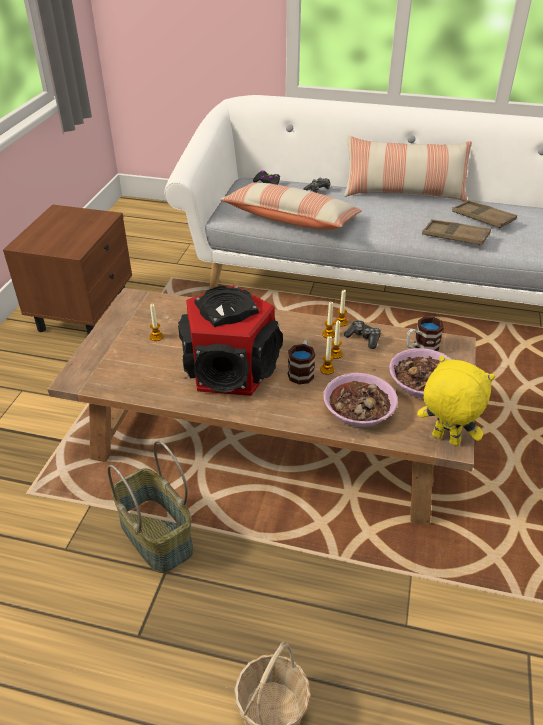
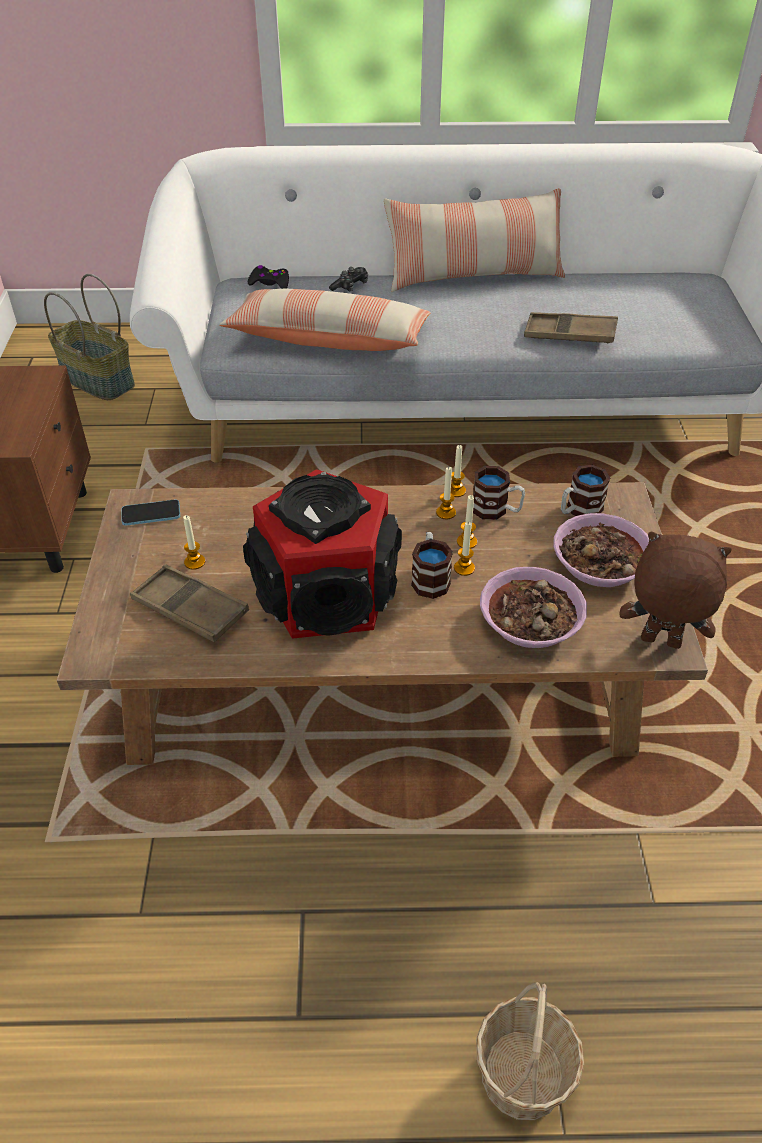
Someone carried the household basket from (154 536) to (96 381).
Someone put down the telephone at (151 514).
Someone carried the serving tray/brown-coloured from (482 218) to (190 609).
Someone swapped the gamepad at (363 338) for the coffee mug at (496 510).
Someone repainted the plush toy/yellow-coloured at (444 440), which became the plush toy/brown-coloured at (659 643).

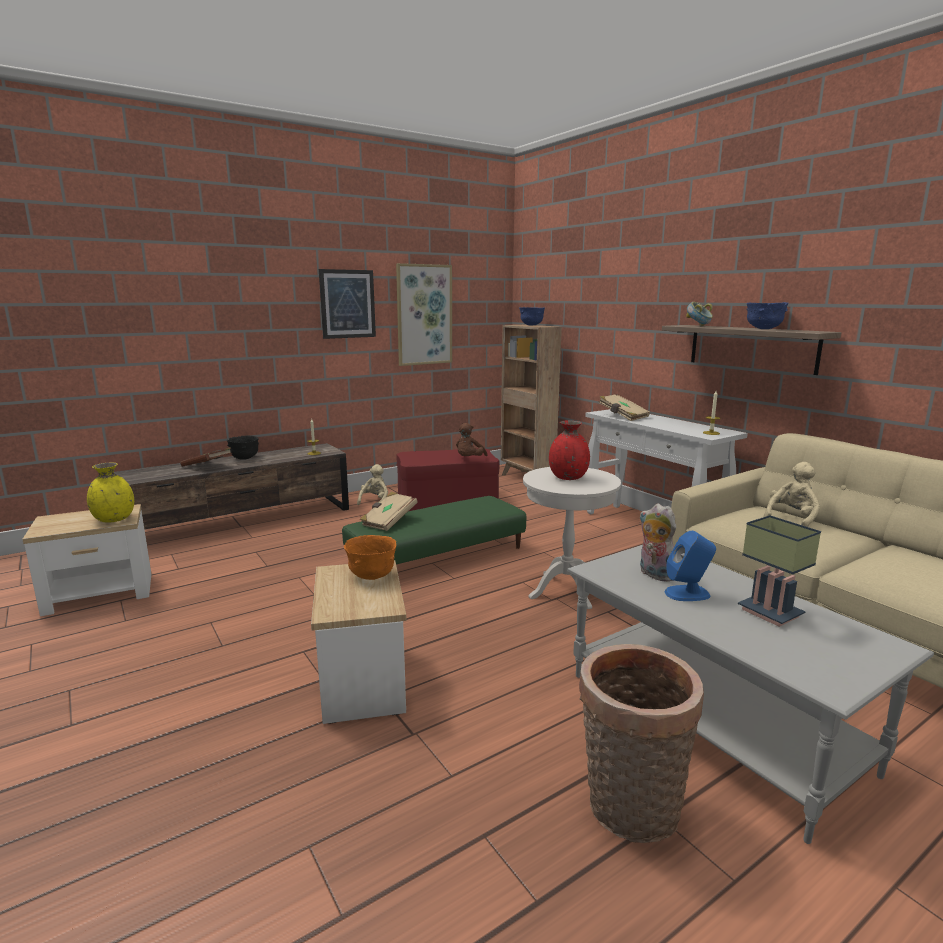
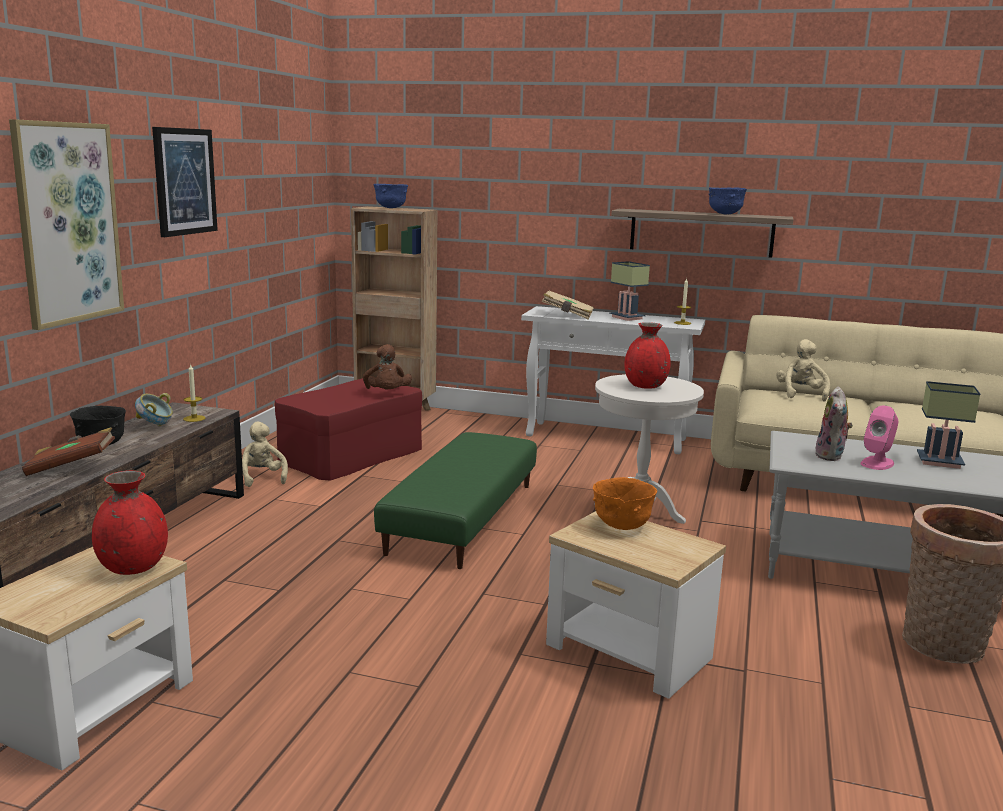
Someone carried the picture from (424 315) to (68 223).
Someone repainted the vase/yellow-coloured at (114 519), which became the vase/red-coloured at (133 567).
Someone carried the bowl from (698 326) to (155 426).
Someone put down the table lamp at (625 318).
Someone rotated the plush toy at (654 574) by 90 degrees counterclockwise.
Someone repainted the loudspeaker/blue-coloured at (687 593), which became the loudspeaker/pink-coloured at (877 463).
Someone took away the volume/sand-coloured at (388 521).

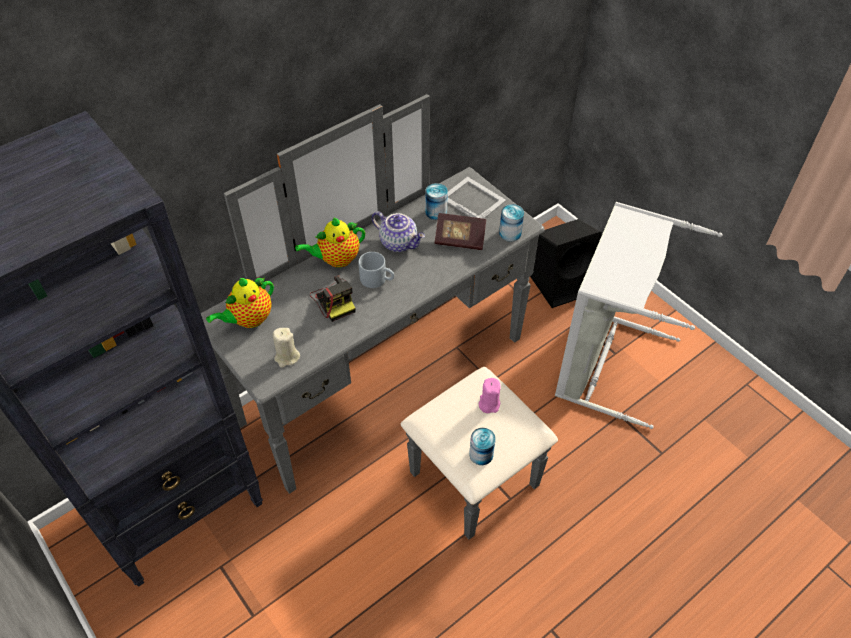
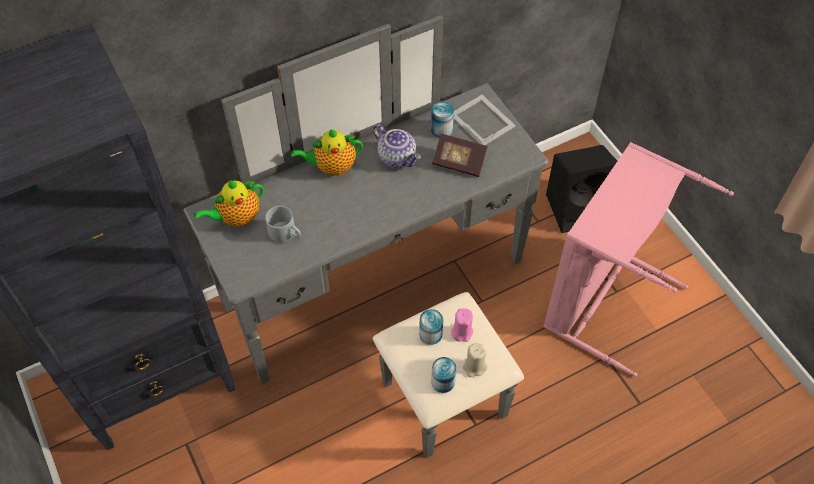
Someone carried the coffee mug/grey from (377 279) to (286 233).
Someone carried the sealed can from (510 233) to (430 334).
Someone carried the candle/sand-coloured from (287 357) to (474 367).
Someone repainted the laundry basket/grey at (603 362), which became the laundry basket/pink-coloured at (601 299).
Someone took away the still camera at (334 300).

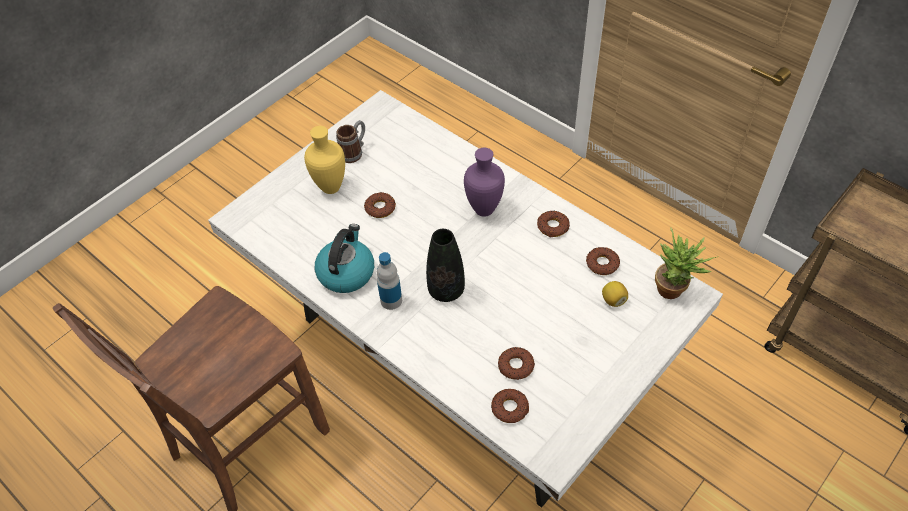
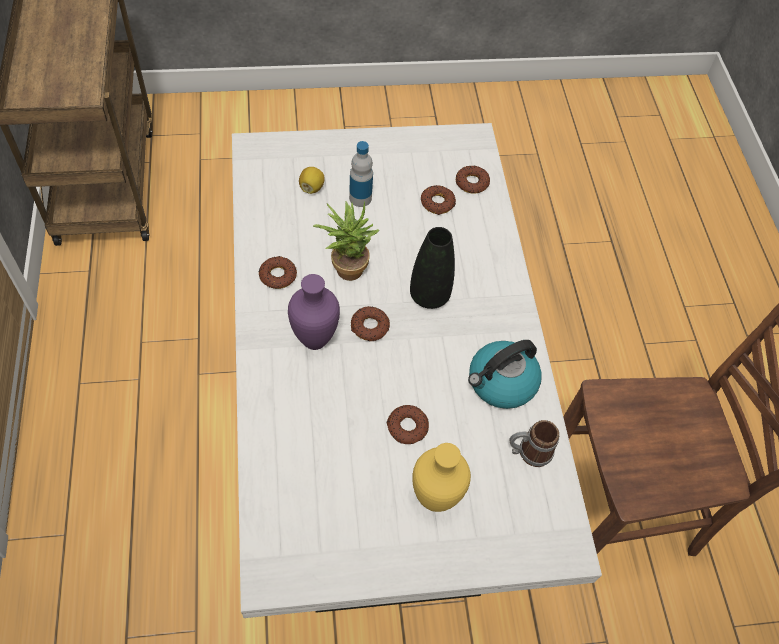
Someone carried the plant in a pot from (674 290) to (346 266).
Someone carried the drink bottle from (391 300) to (360 198).
Someone carried the donut from (602 264) to (369 327).
Someone carried the coffee mug from (354 152) to (528 452).

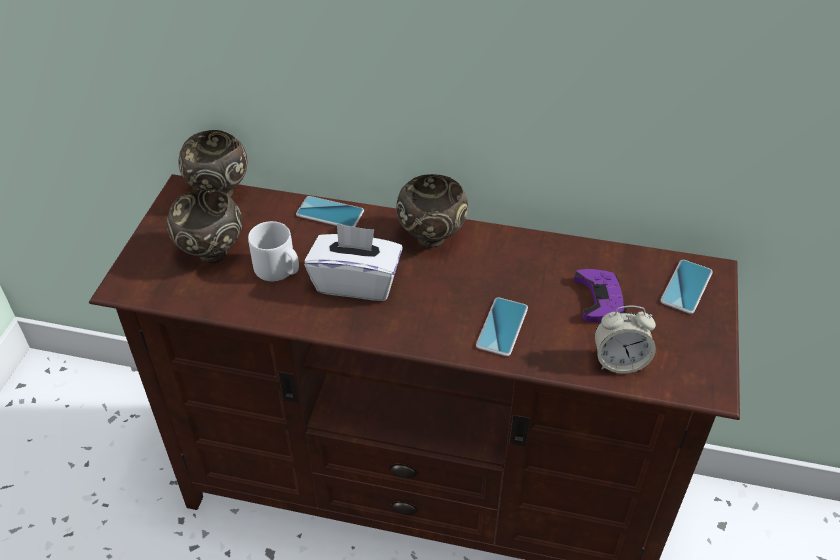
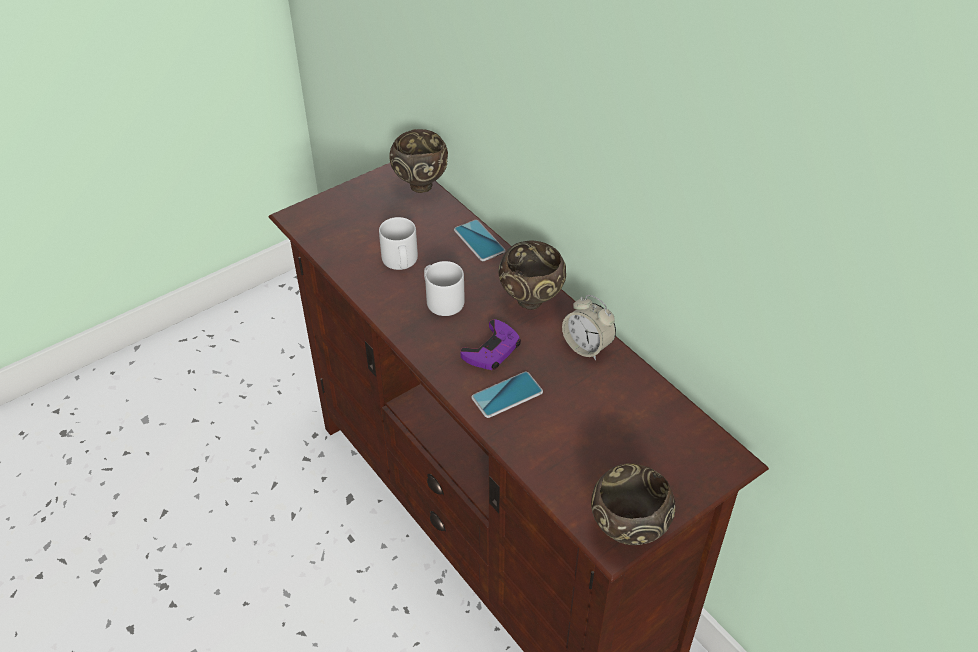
Someone swapped the tissue holder/whitish at (356 282) for the coffee mug/whitish at (442 300).
Someone carried the gamepad/purple-coloured from (599 299) to (492 350).
Someone carried the alarm clock from (619 361) to (587 347).
Someone carried the bowl/brown-coloured from (210 255) to (626 531).
Someone took away the telephone at (686 287).

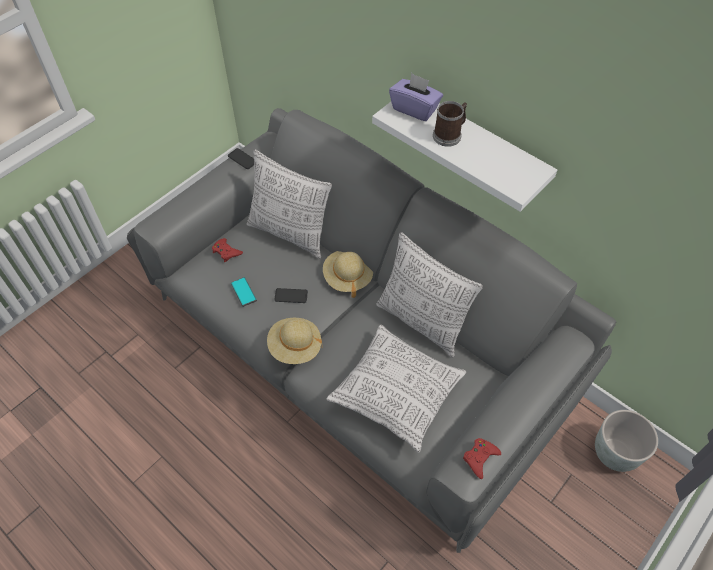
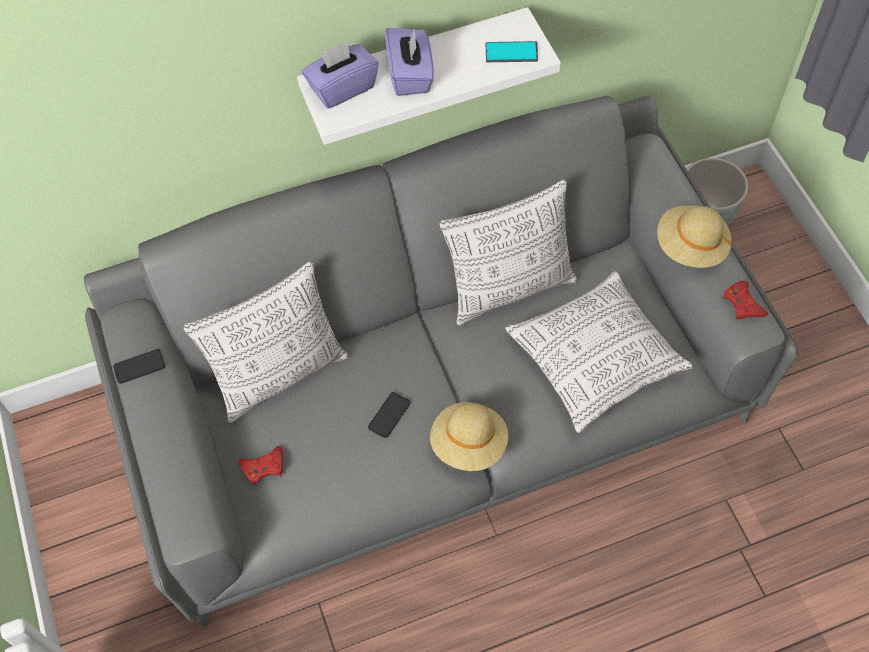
Someone swapped the coffee mug at (449 135) for the tissue holder/purple-coloured at (410 75).
Someone carried the telephone from (243 292) to (511 52).
Someone carried the clothing hat/sand-coloured from (347 277) to (690 247).

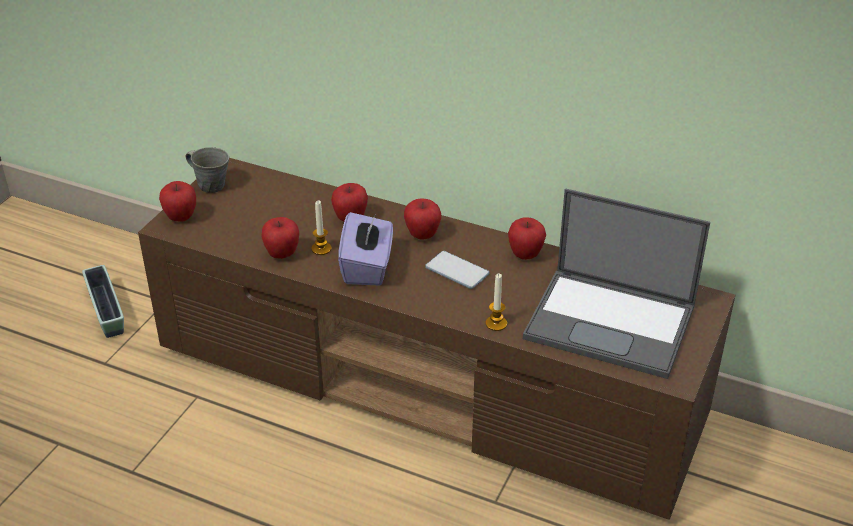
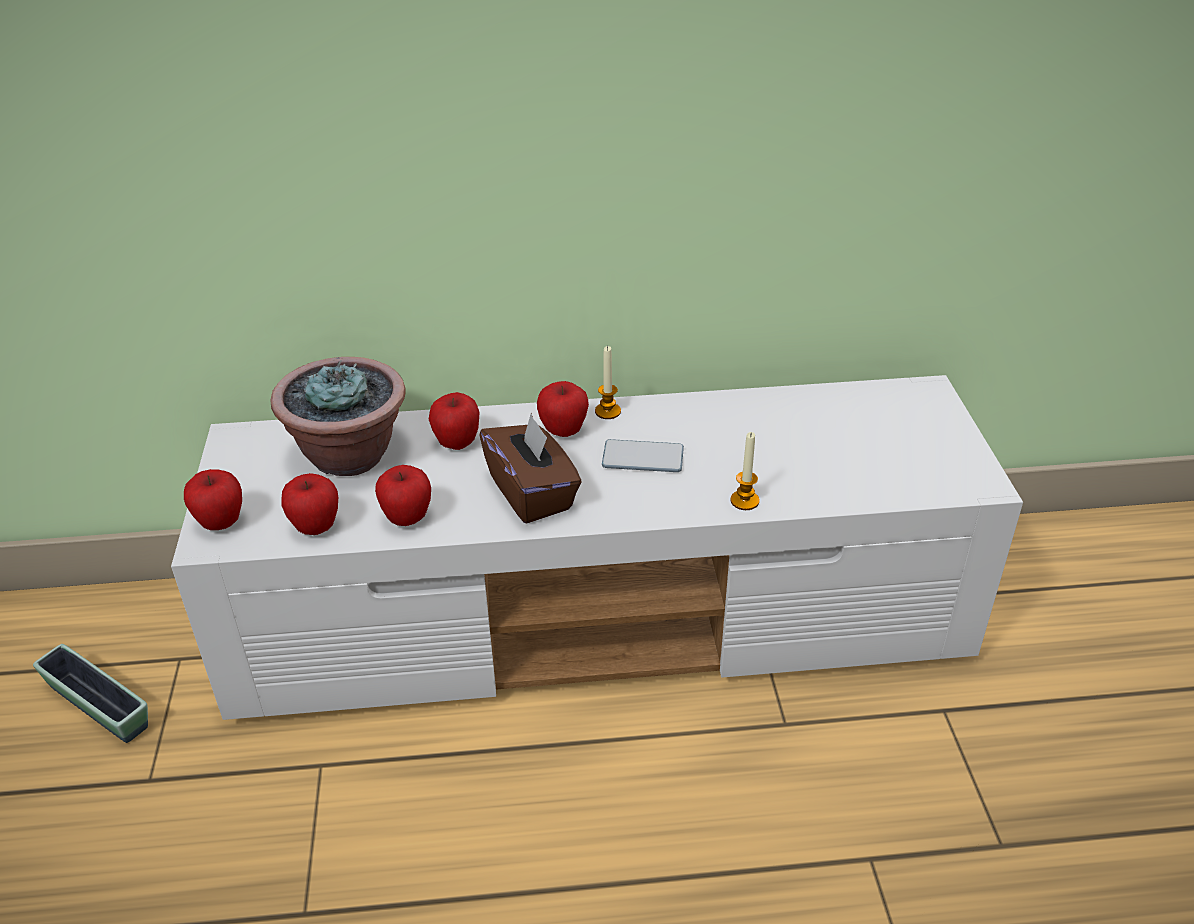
Someone repainted the tv unit/brown-coloured at (430 385), which became the tv unit/whitish at (603 620).
Someone put down the plant in a pot at (349 455).
Someone carried the apple fruit from (525 255) to (316 527).
Someone repainted the tissue holder/purple-coloured at (367 267), which became the tissue holder/brown-coloured at (532 493).
Someone carried the candle from (321 249) to (607 411).
Someone took away the coffee mug/grey at (210 184).
Someone took away the notebook computer at (612 322).

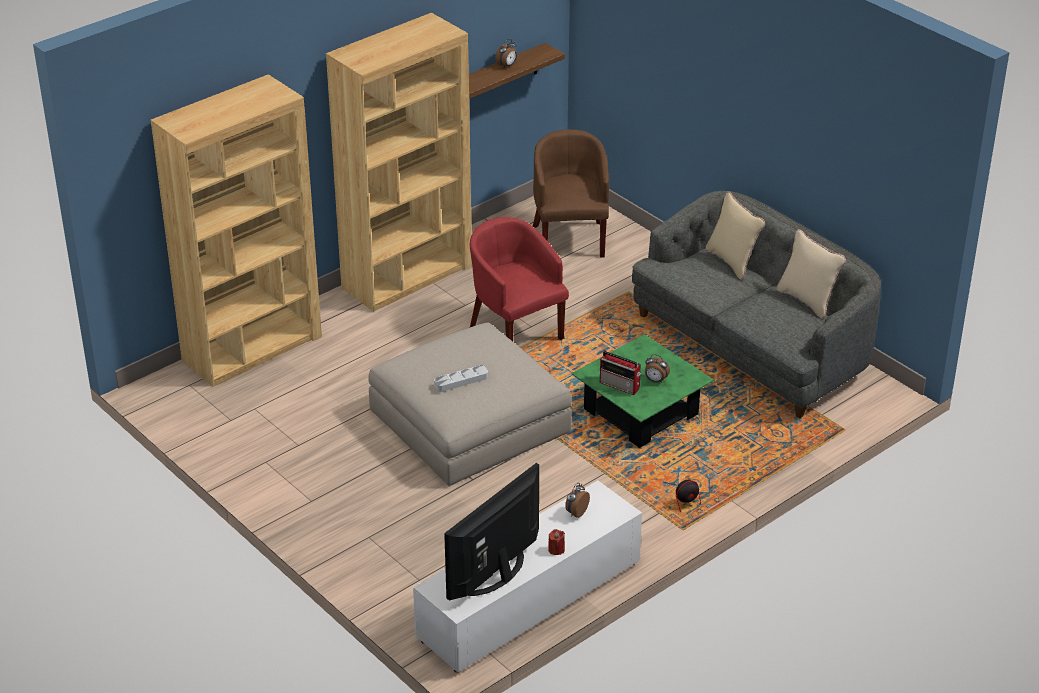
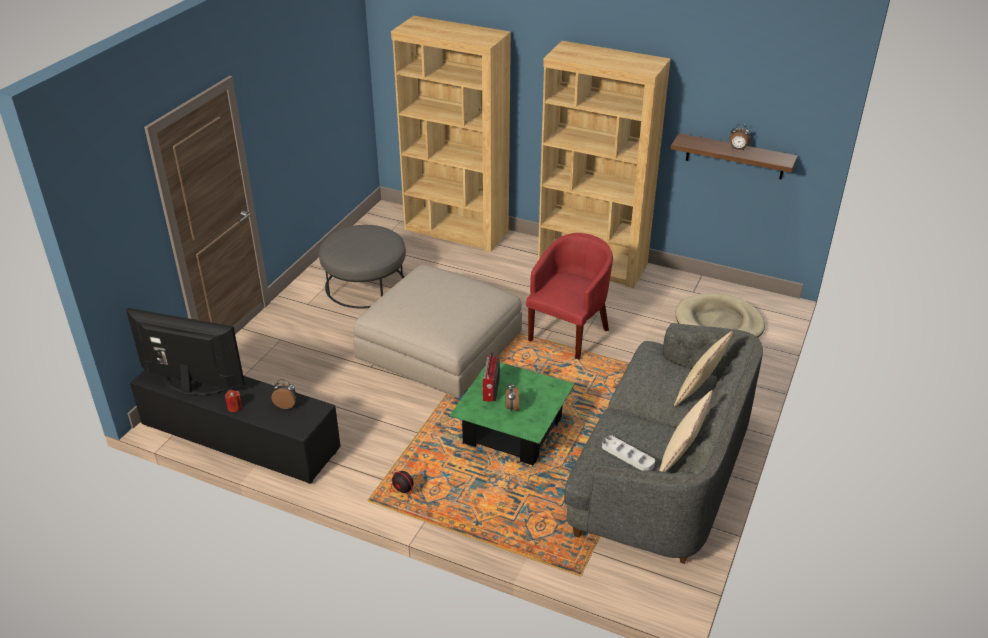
Someone repainted the tv unit/whitish at (529 602), which became the tv unit/black at (238 438).
Someone put down the footrest/grey at (365 284).
Someone carried the serving tray/grey from (461 381) to (627 456).
Someone swapped the lounge chair/brown-coloured at (570 238) for the dog cushion/sand-coloured at (718 323).

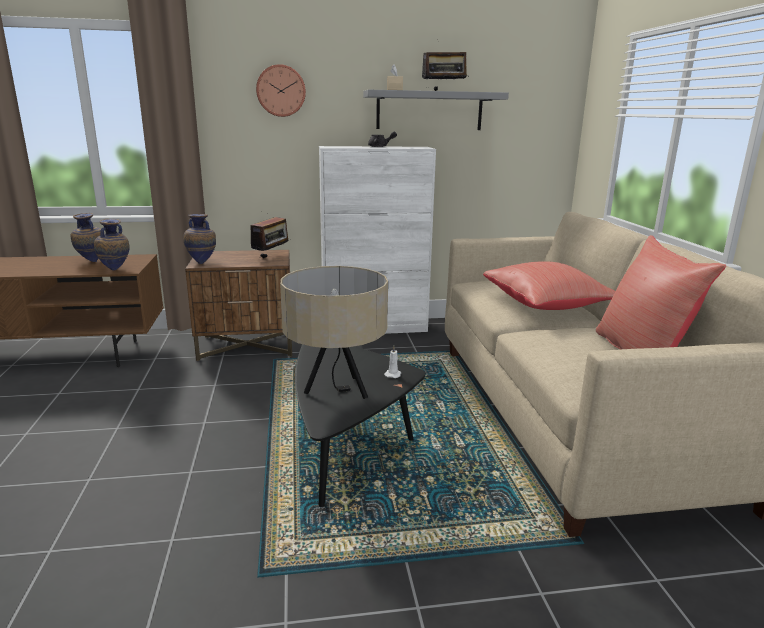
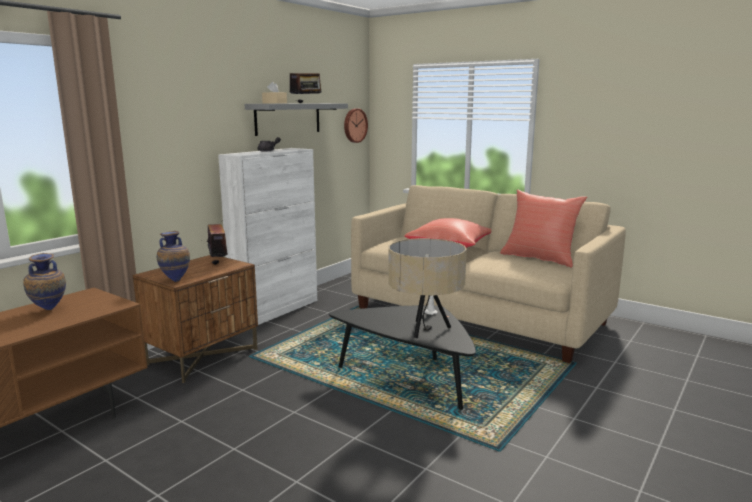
Someone carried the clock on the wall from (281 91) to (354 125).
Someone took away the vase at (115 270).

